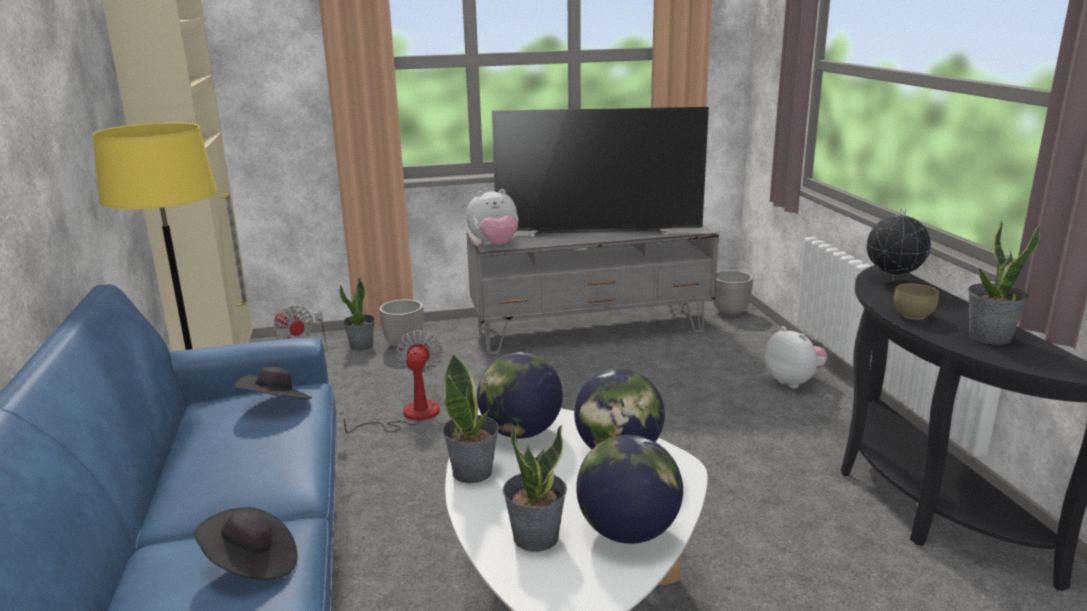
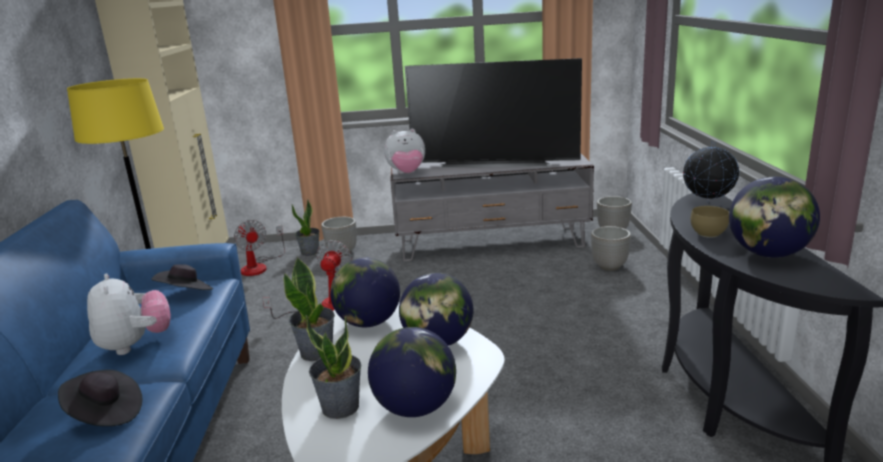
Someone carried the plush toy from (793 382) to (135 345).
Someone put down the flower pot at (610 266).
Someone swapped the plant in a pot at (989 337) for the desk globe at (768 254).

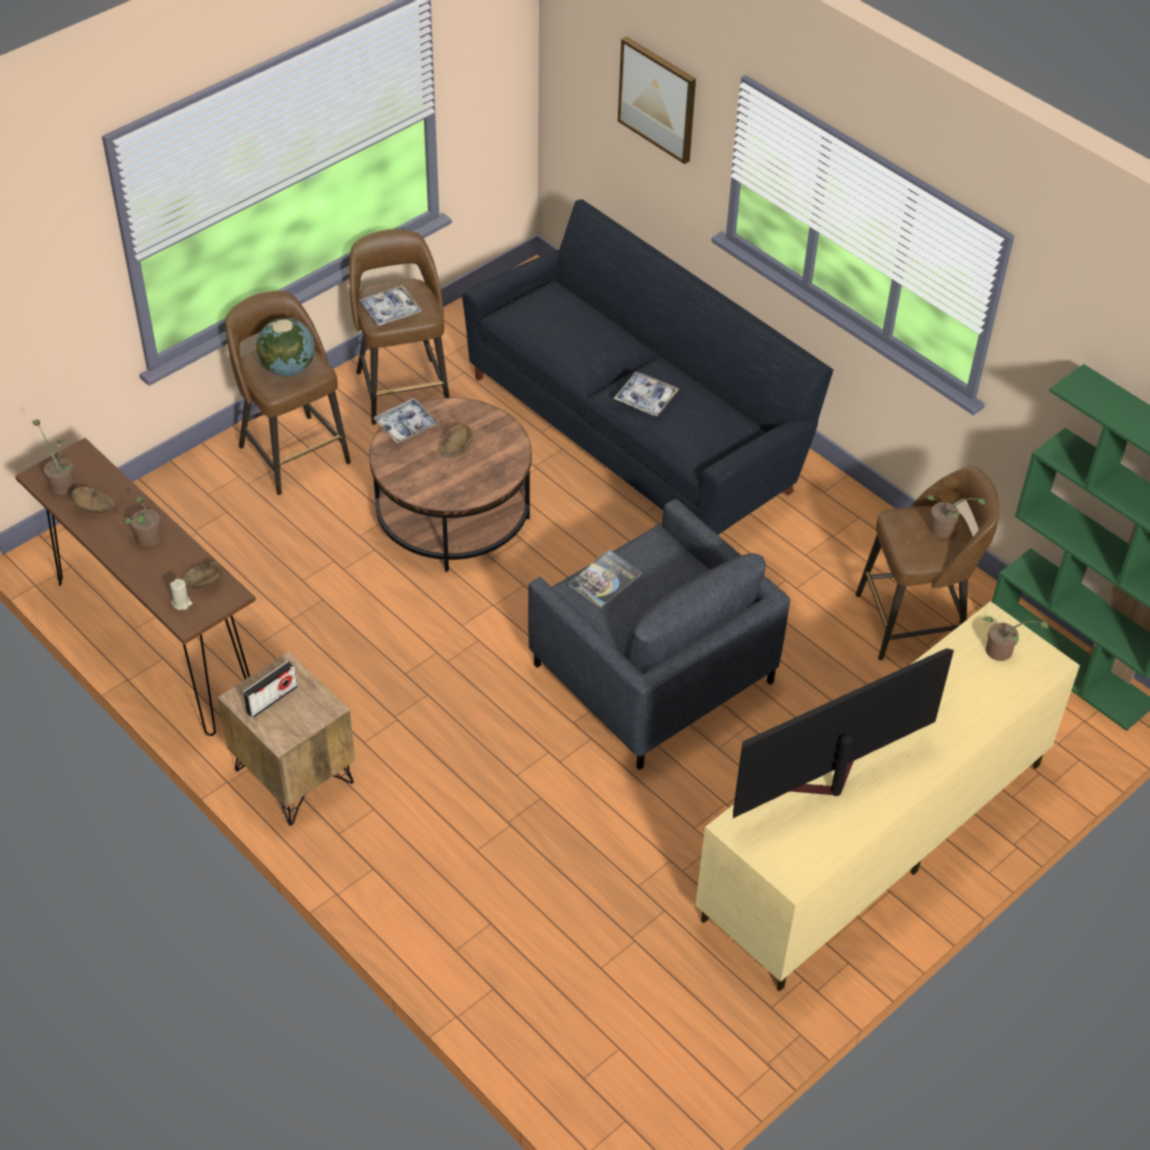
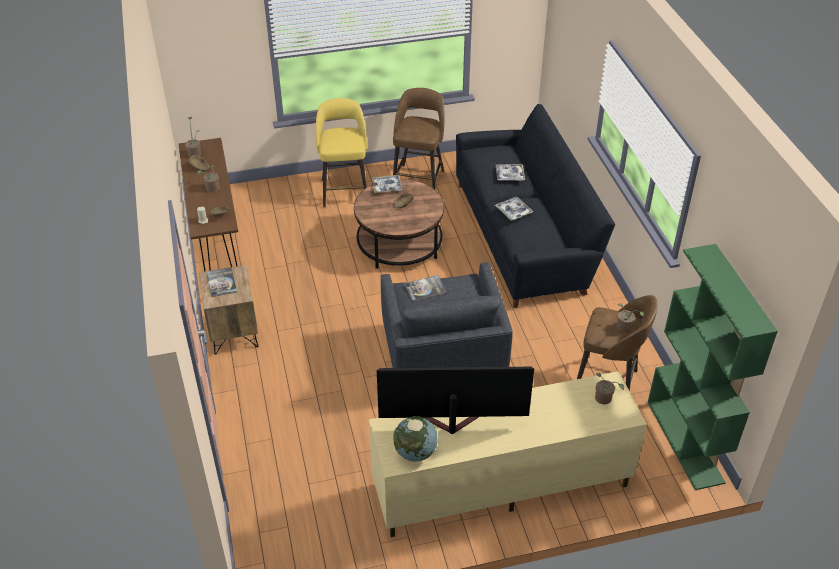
Someone swapped the radio set at (272 699) for the volume at (221 282).
Someone repainted the stool seat/brown-coloured at (293 452), which became the stool seat/yellow-coloured at (344 190).
Someone carried the desk globe from (288 369) to (415 452).
Someone carried the serving tray from (390 310) to (509 175).
Someone took away the picture at (658 99).

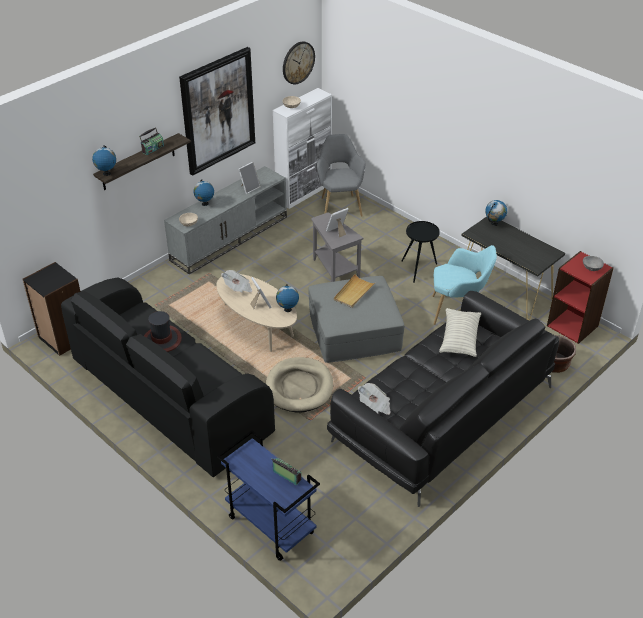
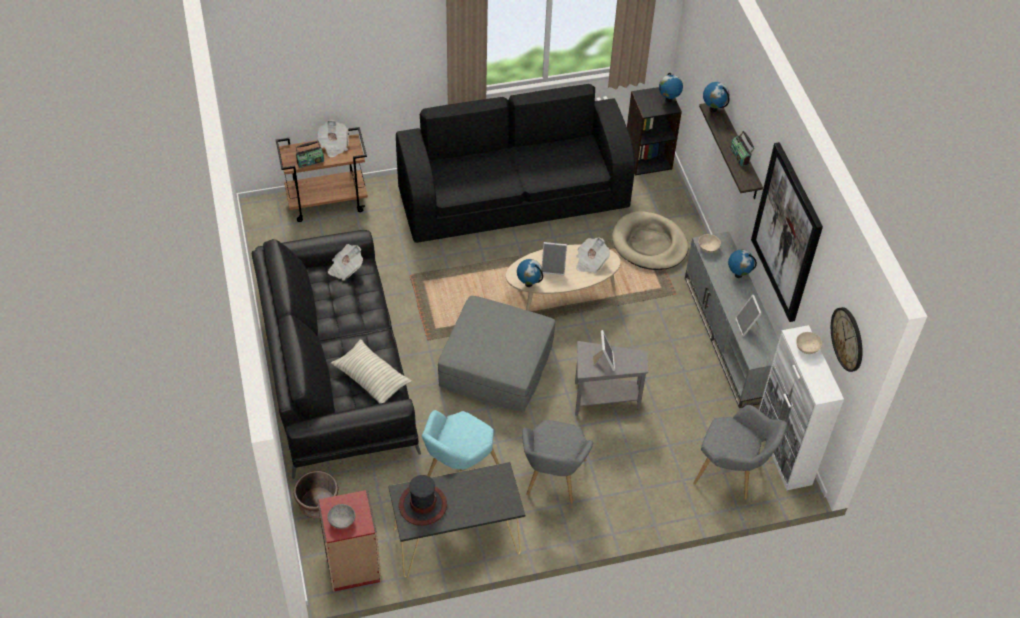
Someone repainted the cart/blue-coloured at (269 525), which became the cart/brown-coloured at (328 202).
Someone put down the newspaper at (334 145).
Someone carried the clothing hat from (162 340) to (422 505).
Someone swapped the end table/black at (419 269) for the lounge chair/grey at (552 481).
Someone carried the dog cushion/sand-coloured from (299 387) to (649 244).
Someone carried the desk globe from (494 223) to (668 99).
Someone took away the serving tray/sand-coloured at (353 292).

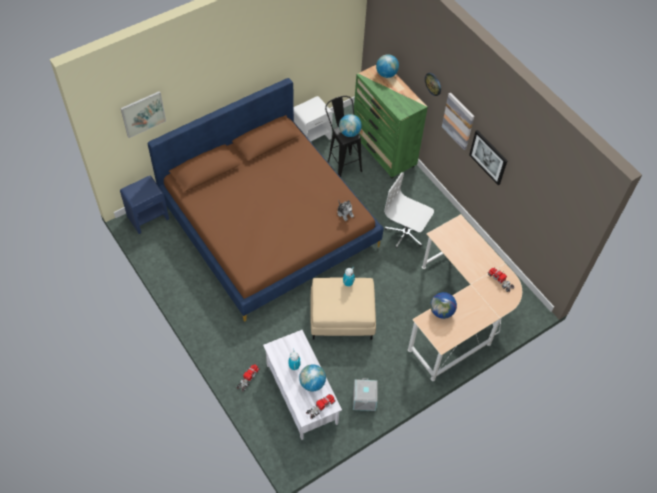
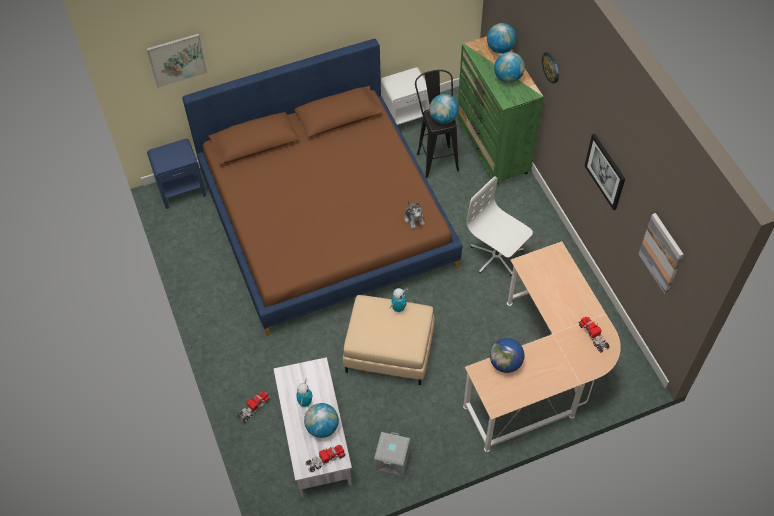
Someone put down the desk globe at (508 78).
Someone carried the picture from (458 121) to (662 253).

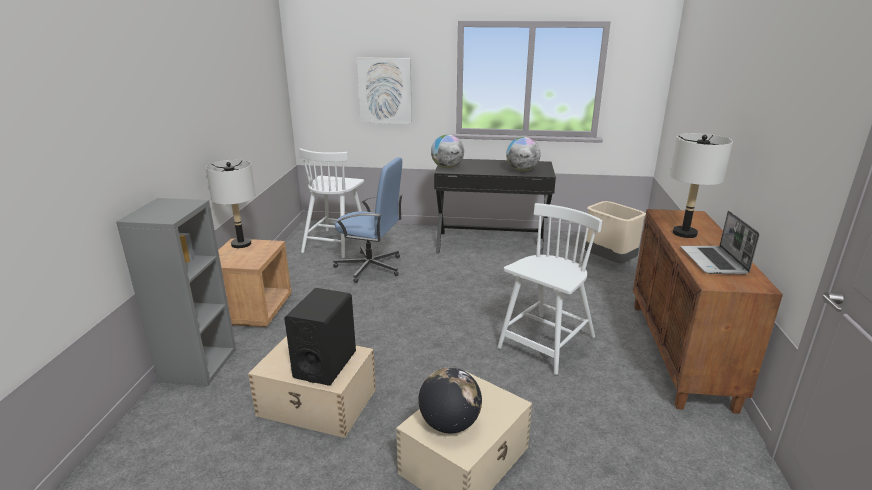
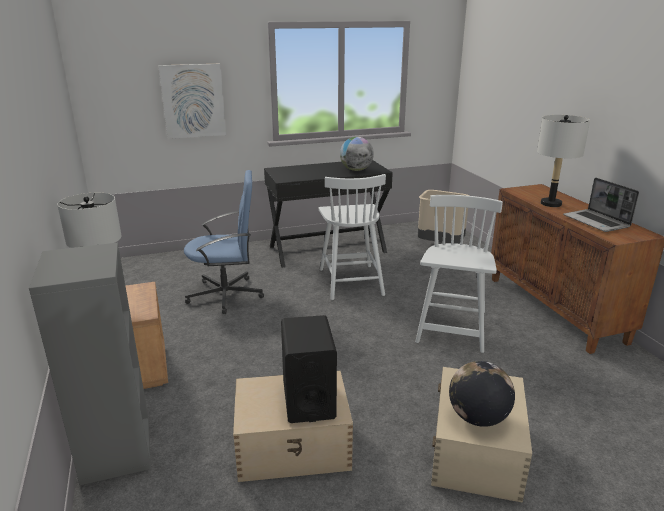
Someone carried the chair/whitish from (335 243) to (350 281).
Someone took away the desk globe at (447 167).

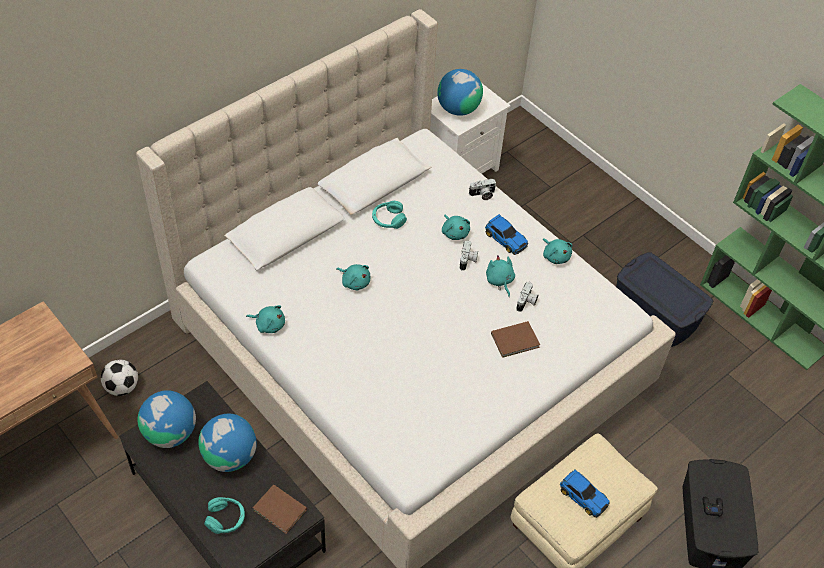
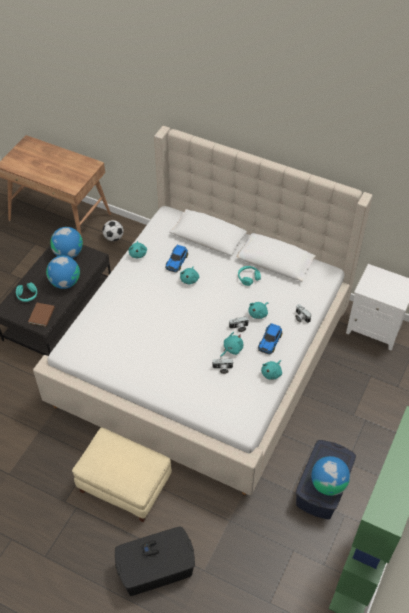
Someone carried the toy car from (583 495) to (177 261).
Someone carried the desk globe from (458 108) to (328 484).
Someone took away the volume/brown-coloured at (516 341).

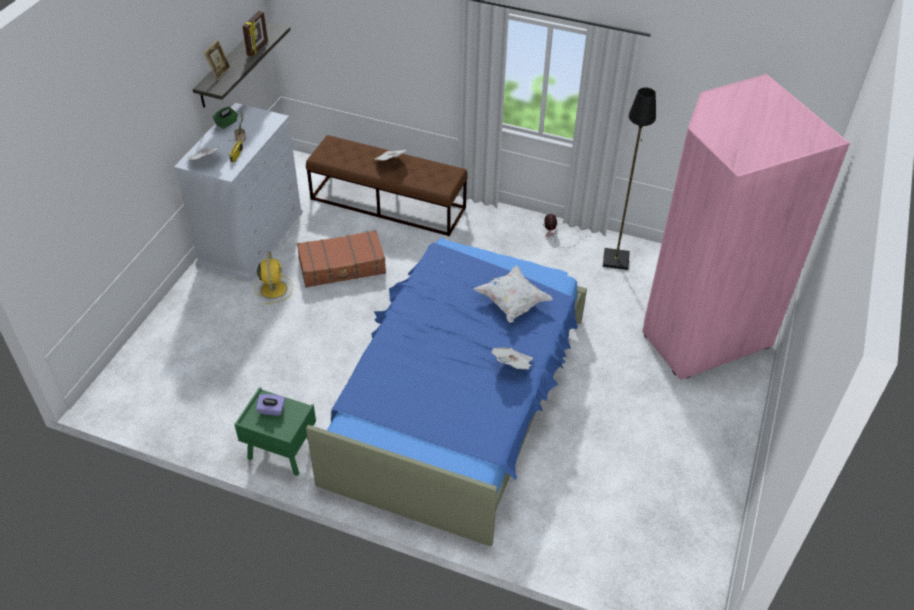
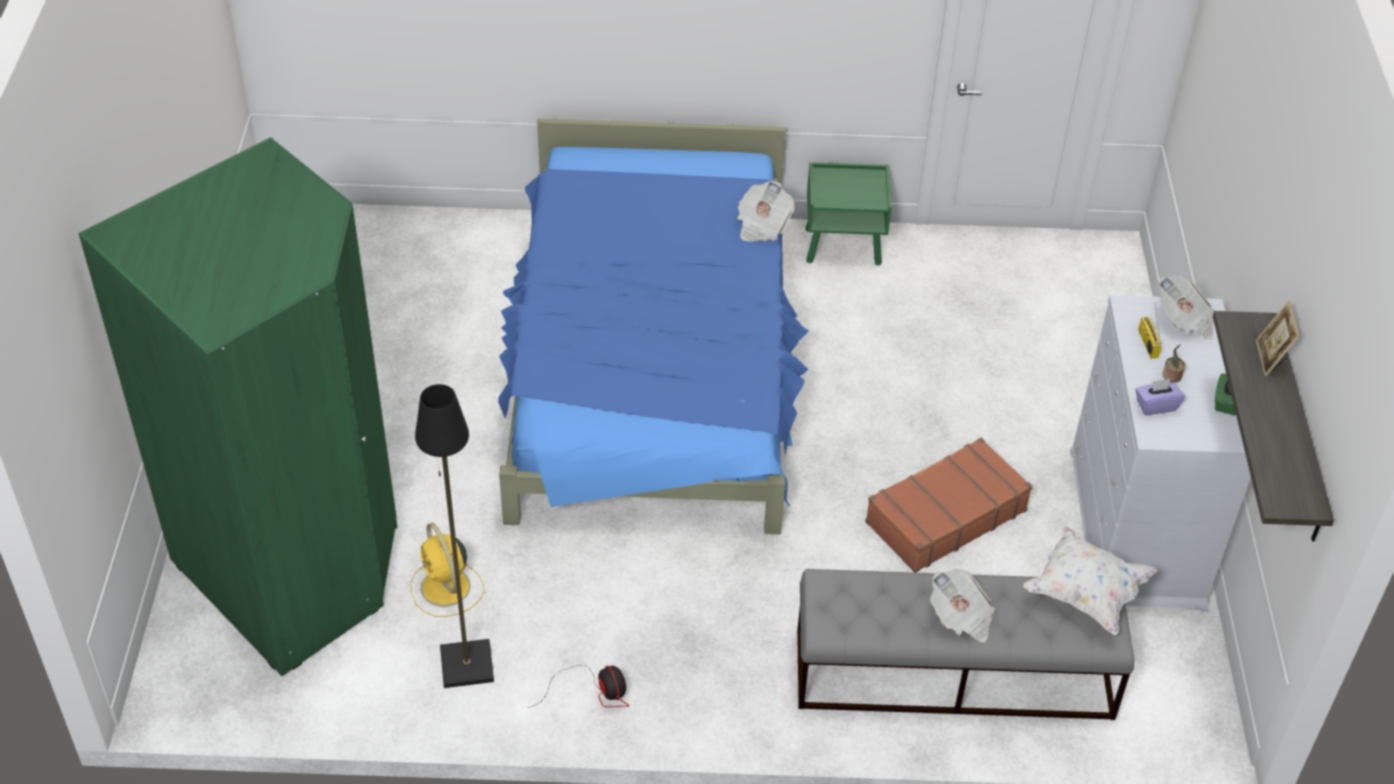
Someone repainted the clothes cupboard/pink-coloured at (699 327), which became the clothes cupboard/green at (298 565).
Someone carried the fan/yellow-coloured from (273 288) to (446 589).
Someone carried the newspaper from (513 365) to (762 225).
Someone repainted the long seat/brown-coloured at (388 203), which became the long seat/grey at (952 674).
Someone carried the pillow/whitish from (512 303) to (1085 593).
Someone carried the tissue holder/purple-coloured from (271 410) to (1156 405).
Someone took away the standing frame at (258 48).

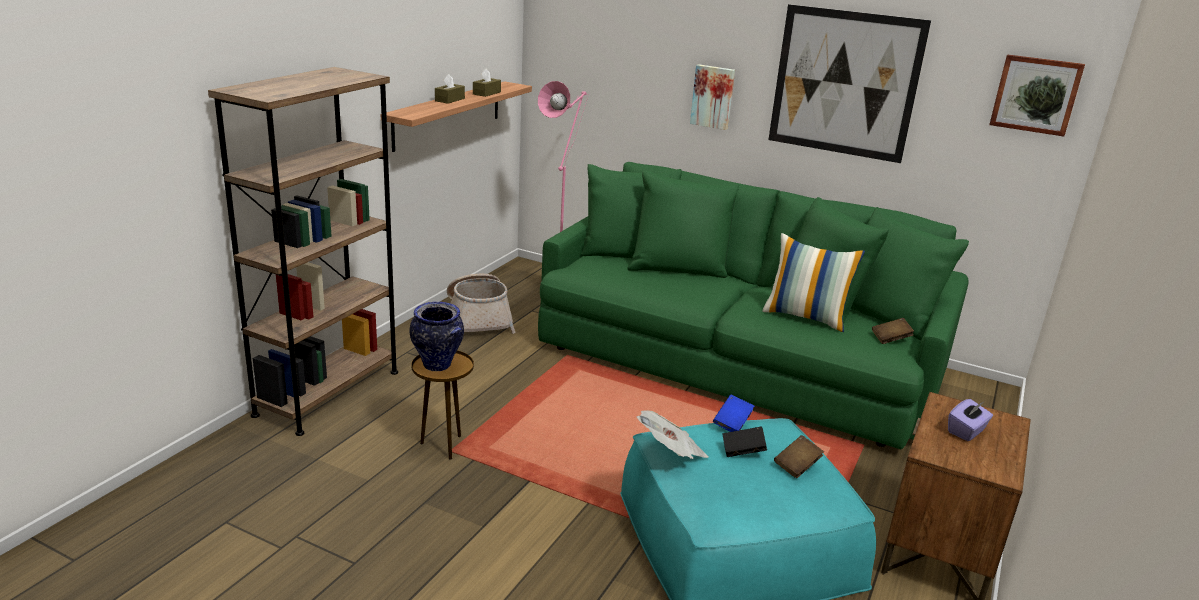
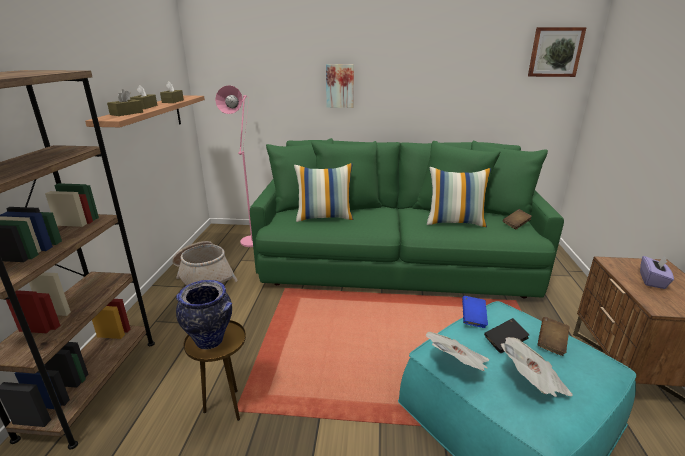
Someone put down the tissue holder/brown-coloured at (127 113).
Someone put down the pillow at (324 217).
Someone put down the newspaper at (532 382).
Someone took away the picture at (845 83).

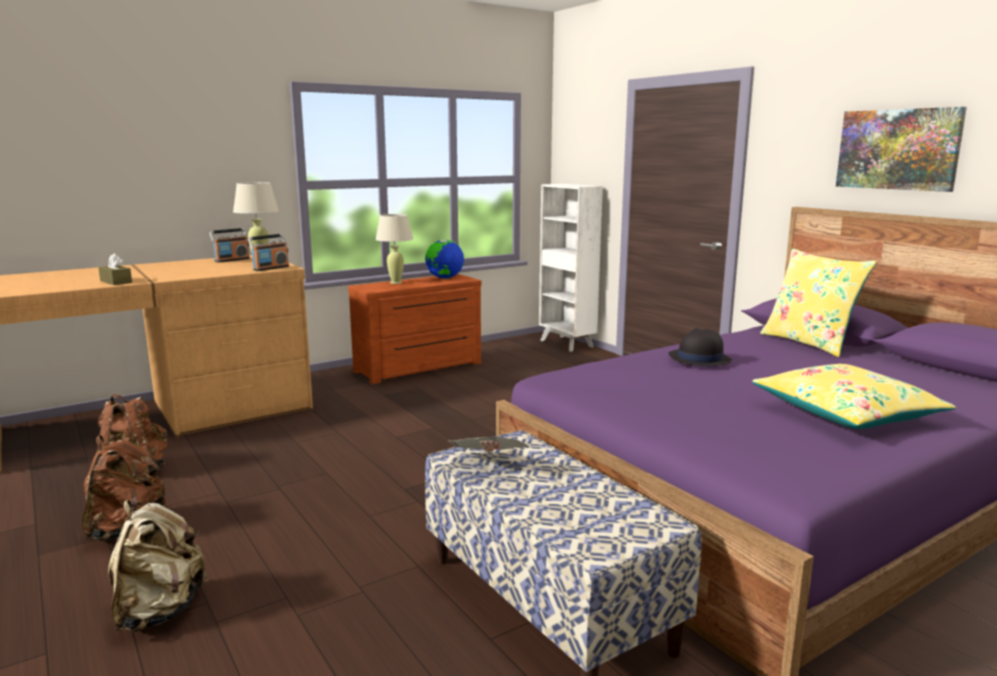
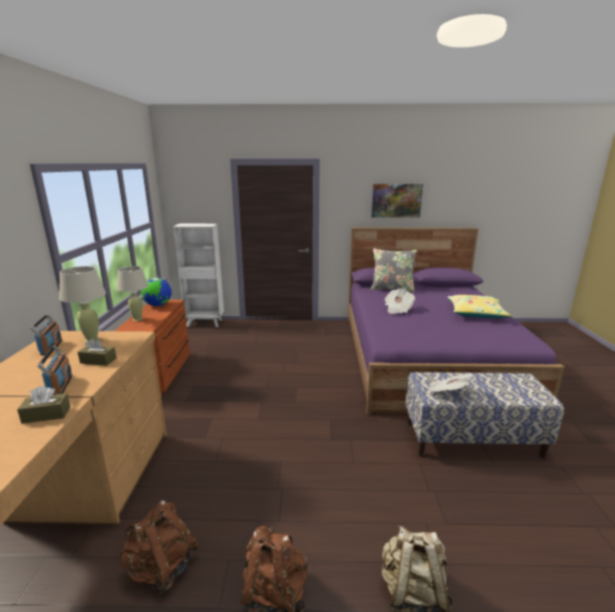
Someone carried the radio set from (271 268) to (60 386).
Someone put down the tissue holder/brown-coloured at (98 361).
Someone repainted the pillow/yellow-coloured at (809 343), which became the pillow/grey at (392 288).
Someone swapped the clothing hat/black at (699 358) for the newspaper at (398 309).

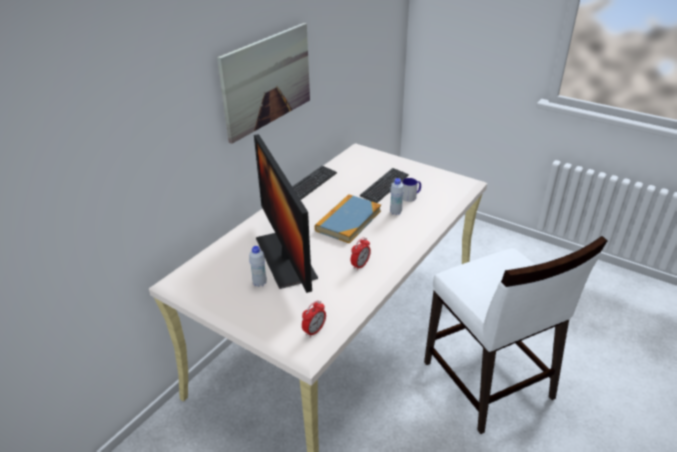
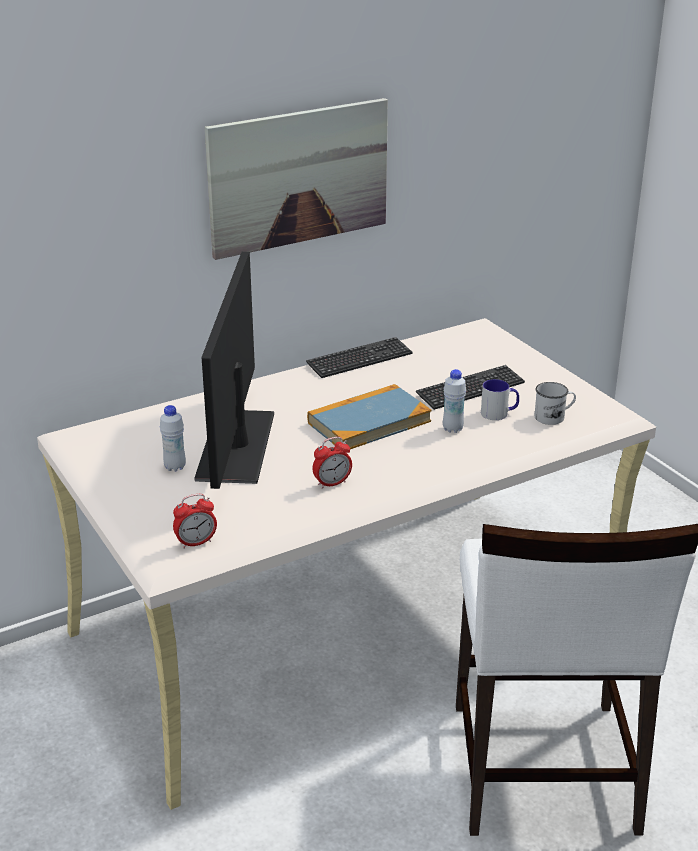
Someone put down the coffee mug/whitish at (554 417).

